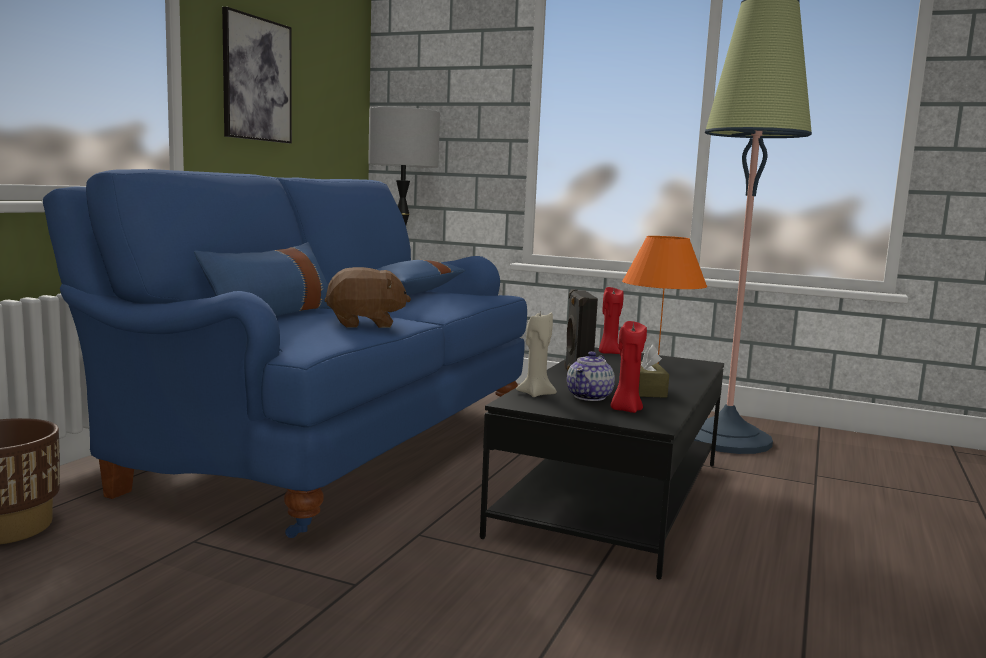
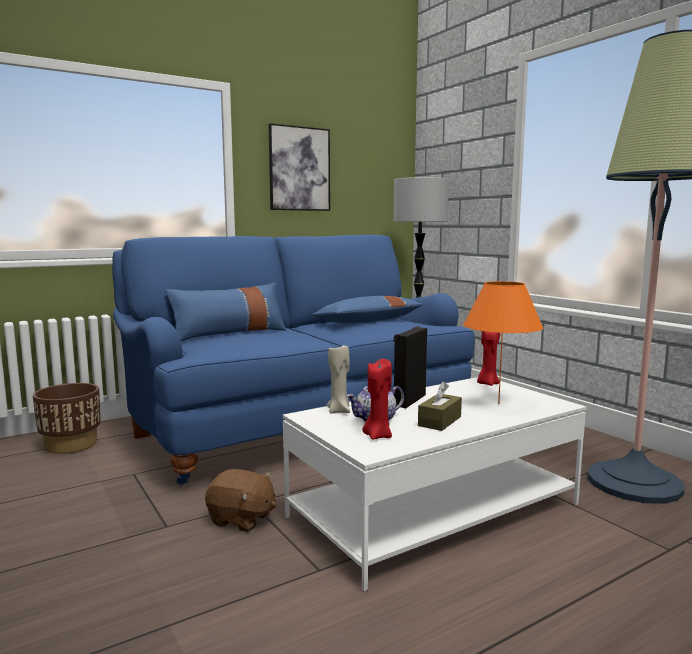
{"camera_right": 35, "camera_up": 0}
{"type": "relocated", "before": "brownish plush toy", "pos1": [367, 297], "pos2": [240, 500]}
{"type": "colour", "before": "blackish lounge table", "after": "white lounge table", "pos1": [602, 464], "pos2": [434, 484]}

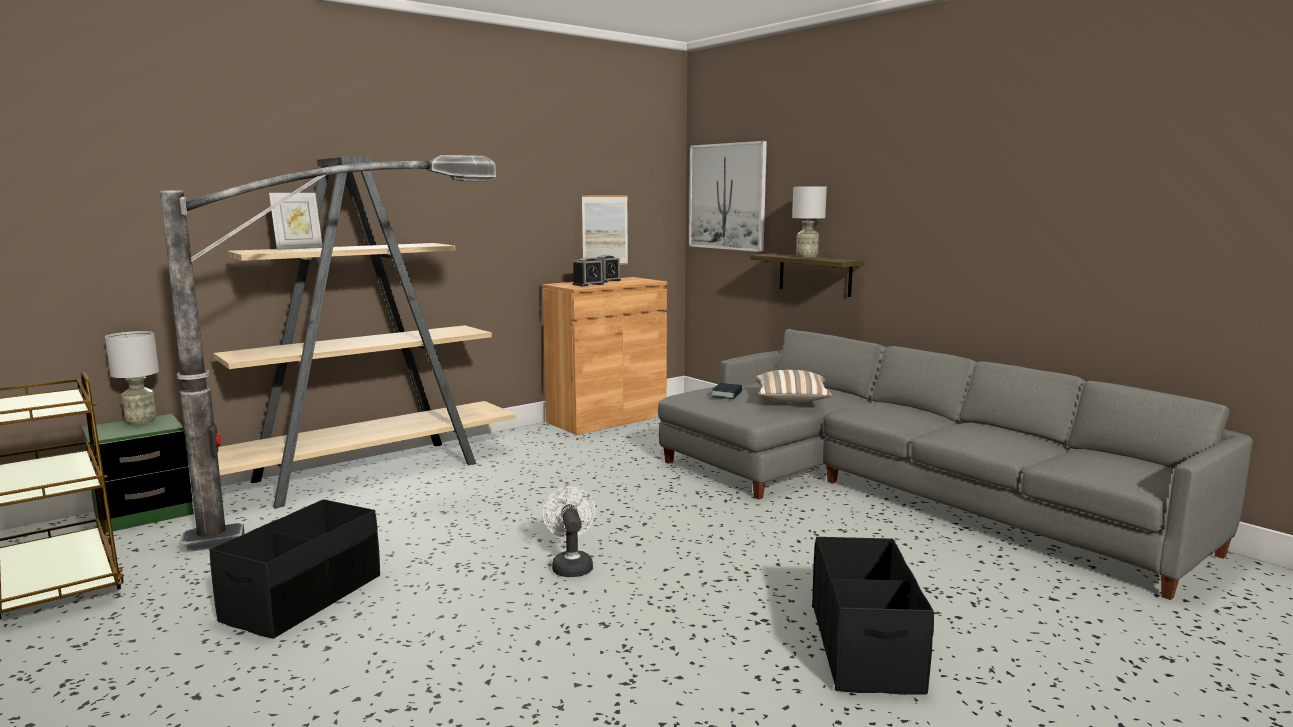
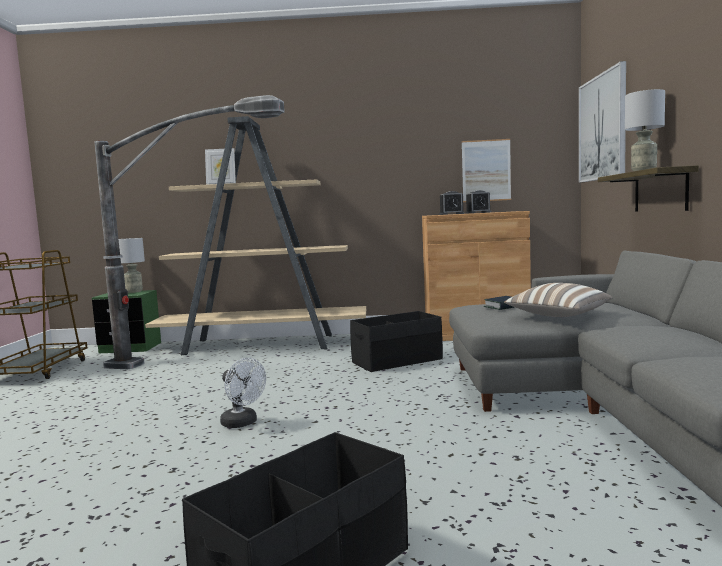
{"camera_right": 40, "camera_up": -5}
{"type": "relocated", "before": "blackish storage box", "pos1": [294, 569], "pos2": [396, 341]}
{"type": "spun", "before": "white cooling fan", "pos1": [568, 532], "pos2": [243, 393], "turn": 105}

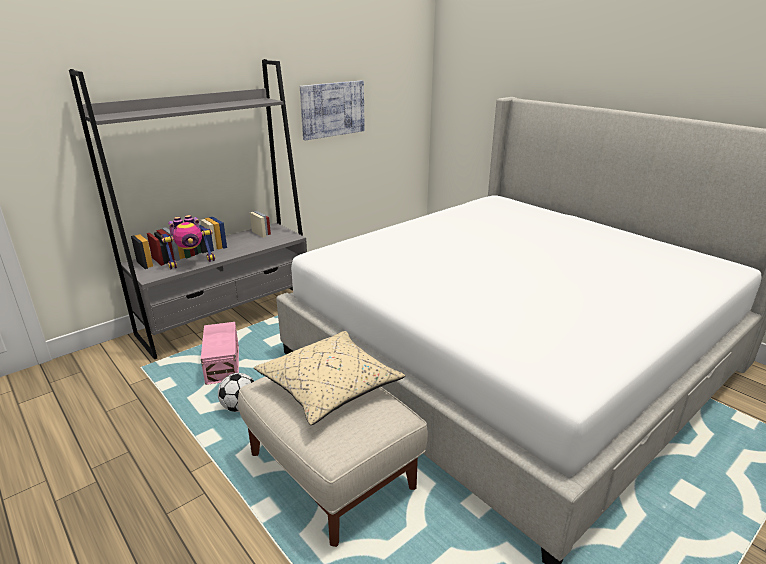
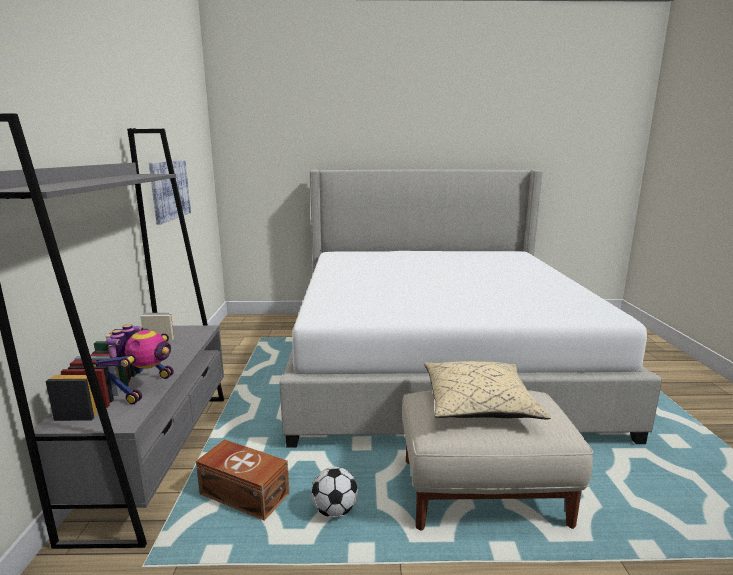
{"camera_right": -50, "camera_up": -10}
{"type": "colour", "before": "pinkish storage box", "after": "brownish storage box", "pos1": [220, 353], "pos2": [243, 480]}

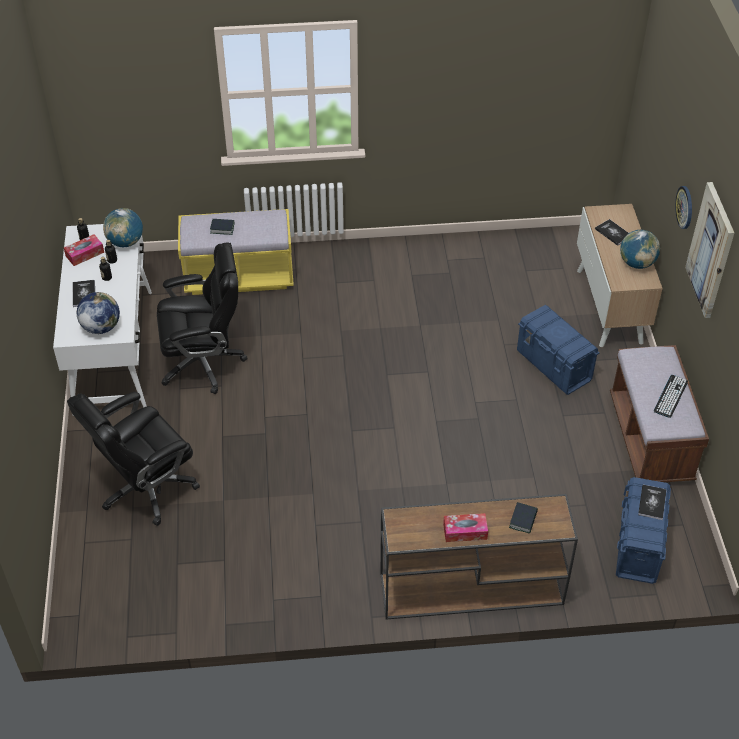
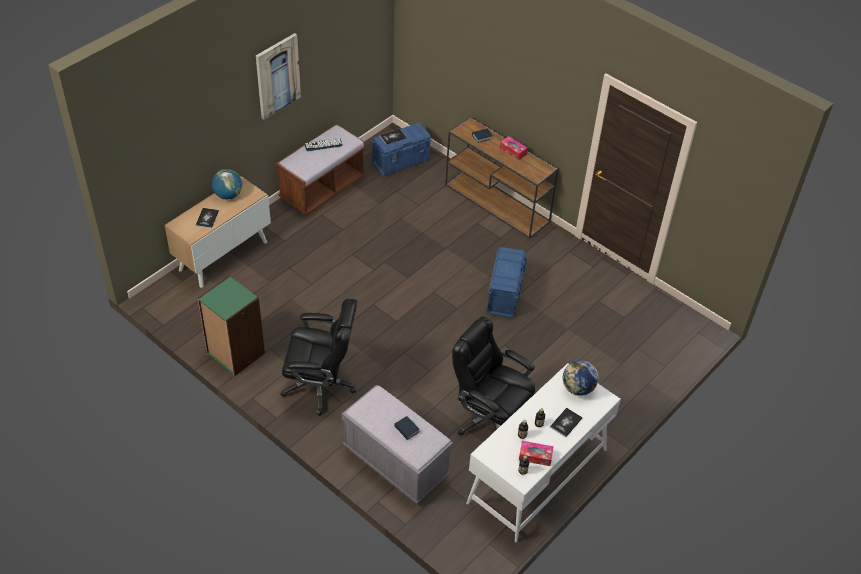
{"camera_right": -135, "camera_up": 0}
{"type": "relocated", "before": "blackish office chair", "pos1": [133, 459], "pos2": [318, 357]}
{"type": "missing", "before": "globe", "pos1": [123, 227]}
{"type": "colour", "before": "yellowish long seat", "after": "grey long seat", "pos1": [236, 252], "pos2": [397, 444]}
{"type": "relocated", "before": "bluish storage box", "pos1": [558, 350], "pos2": [507, 282]}
{"type": "missing", "before": "clock on the wall", "pos1": [683, 207]}
{"type": "appeared", "after": "green bookshelf", "pos2": [231, 326]}

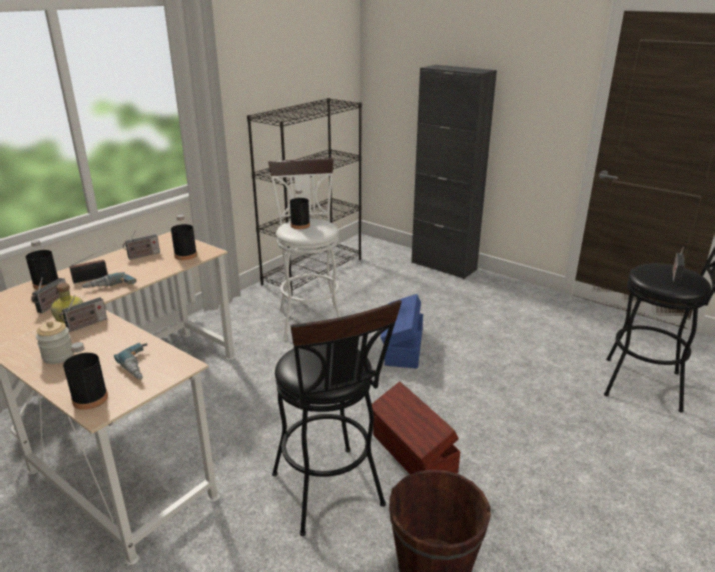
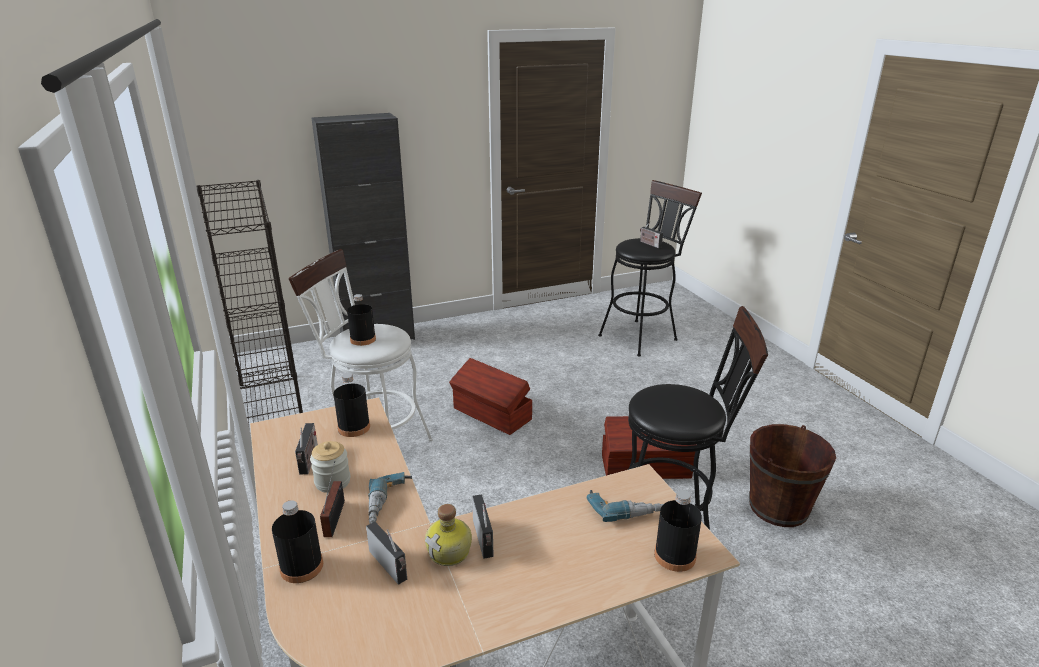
{"camera_right": -60, "camera_up": 0}
{"type": "relocated", "before": "storage jar", "pos1": [55, 342], "pos2": [330, 467]}
{"type": "colour", "before": "bluish storage box", "after": "brownish storage box", "pos1": [401, 331], "pos2": [490, 396]}

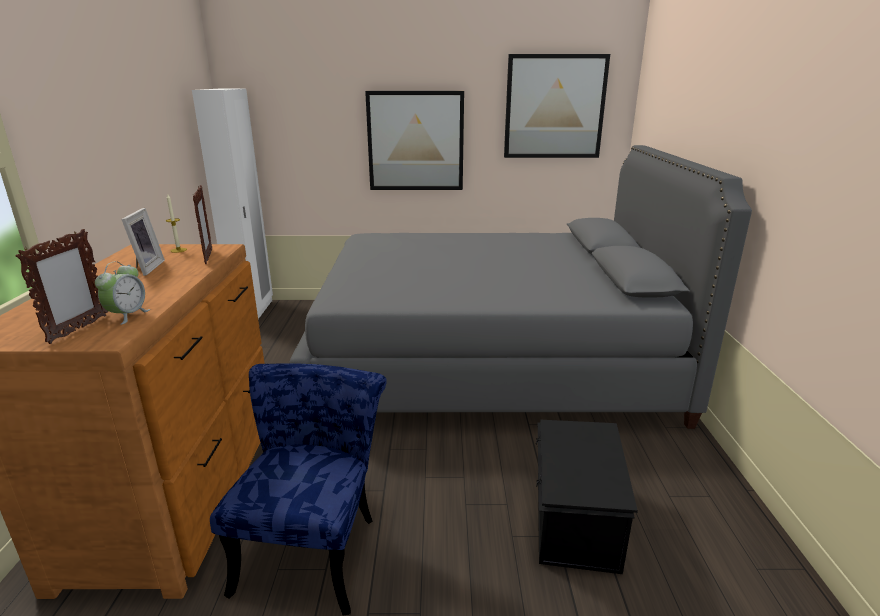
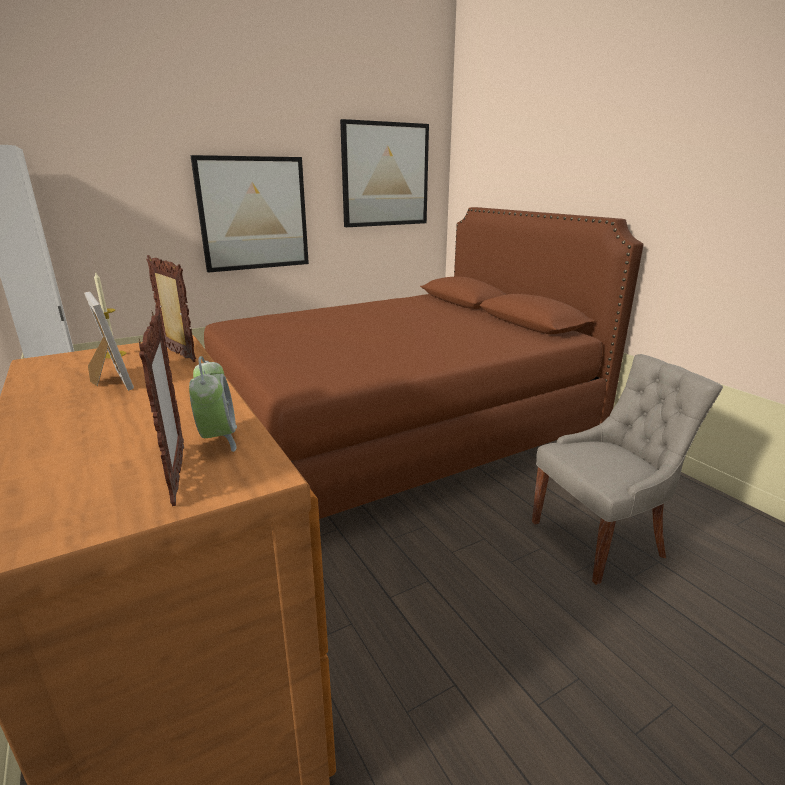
{"camera_right": -30, "camera_up": 0}
{"type": "missing", "before": "bluish chair", "pos1": [298, 489]}
{"type": "colour", "before": "grey sleeping bed", "after": "brownish sleeping bed", "pos1": [521, 287], "pos2": [423, 363]}
{"type": "exchanged", "before": "blackish storage box", "after": "grey chair", "pos1": [587, 496], "pos2": [627, 469]}

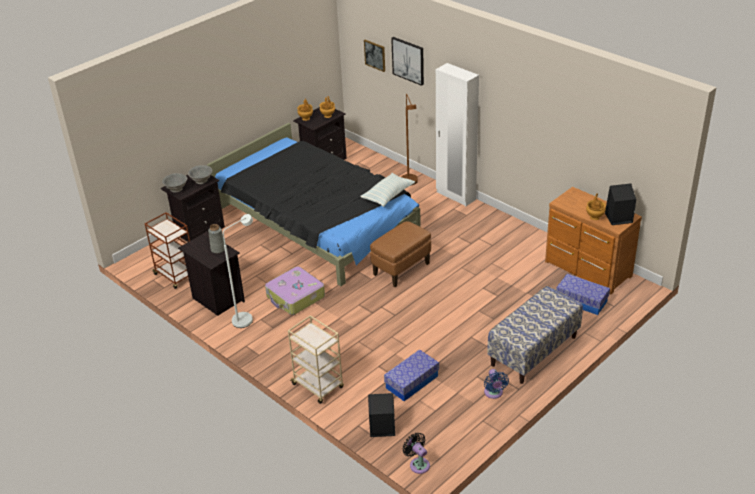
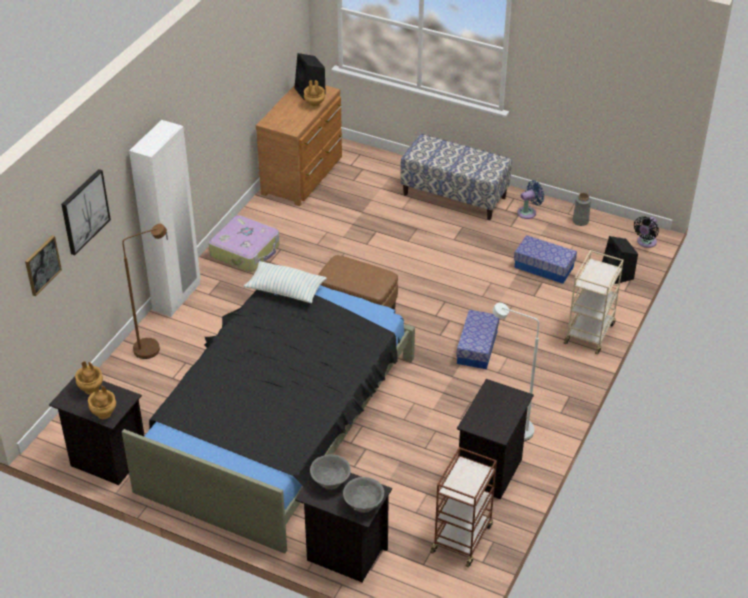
{"camera_right": -110, "camera_up": 5}
{"type": "relocated", "before": "grey decorative vase", "pos1": [216, 238], "pos2": [582, 209]}
{"type": "relocated", "before": "piece of luggage", "pos1": [295, 291], "pos2": [244, 243]}
{"type": "relocated", "before": "storage box", "pos1": [583, 294], "pos2": [477, 339]}

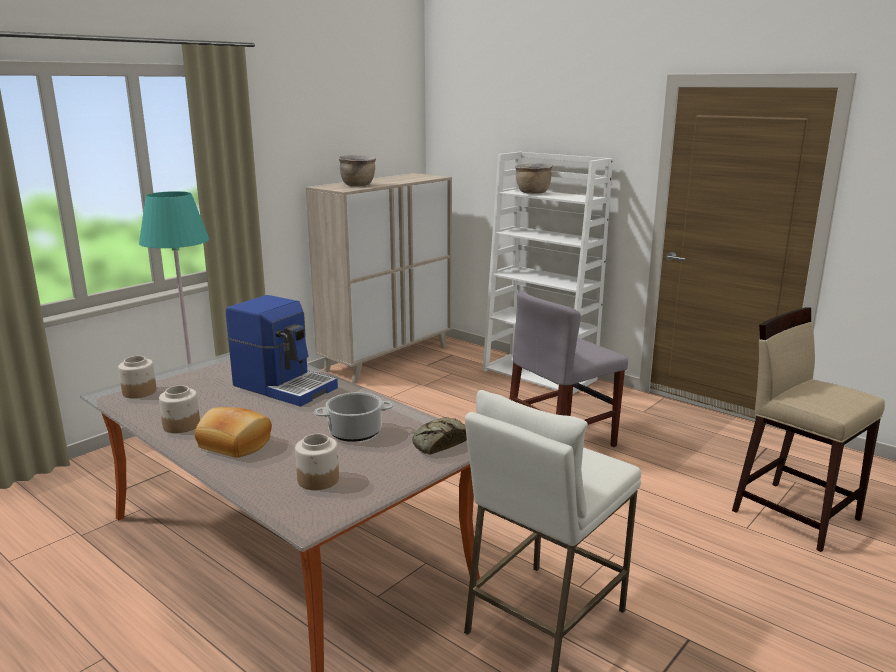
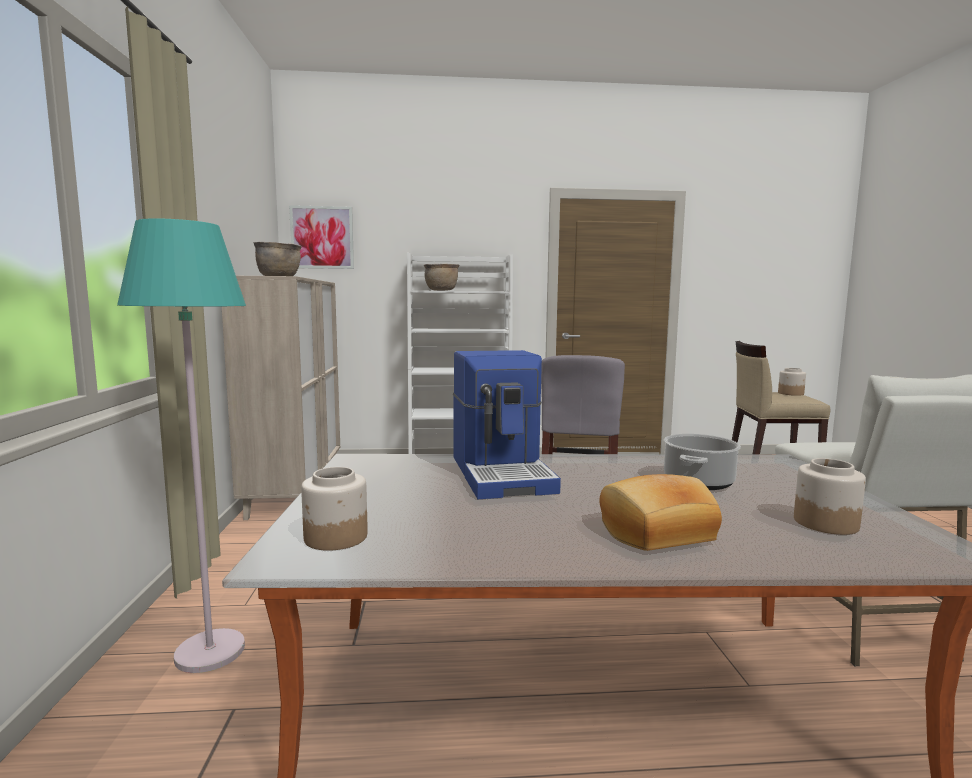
{"camera_right": -45, "camera_up": -10}
{"type": "relocated", "before": "storage jar", "pos1": [179, 409], "pos2": [792, 382]}
{"type": "spun", "before": "coffee brewer", "pos1": [282, 350], "pos2": [507, 424], "turn": 90}
{"type": "missing", "before": "bakery bread", "pos1": [439, 436]}
{"type": "appeared", "after": "wall art", "pos2": [321, 237]}

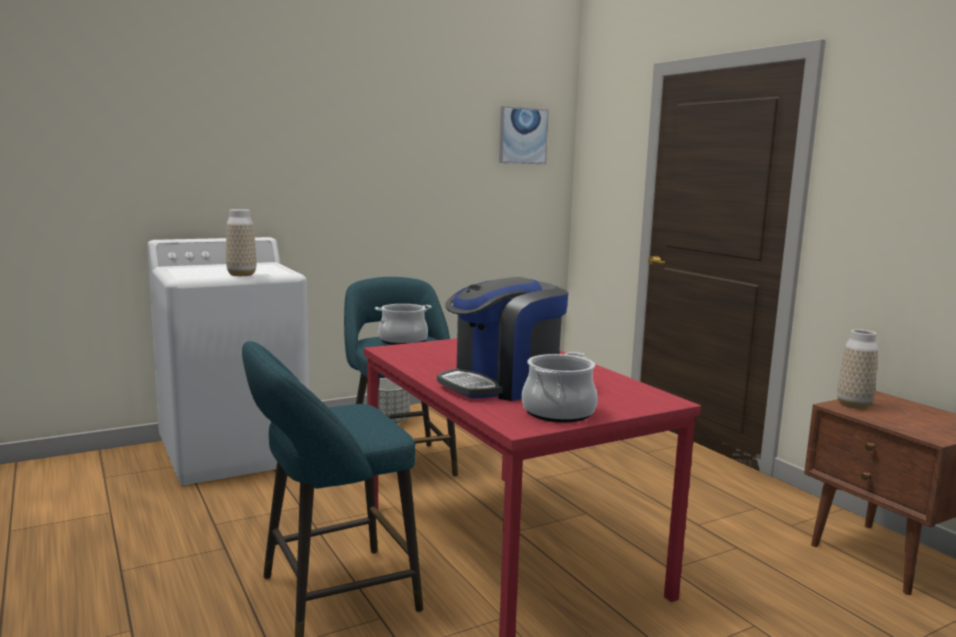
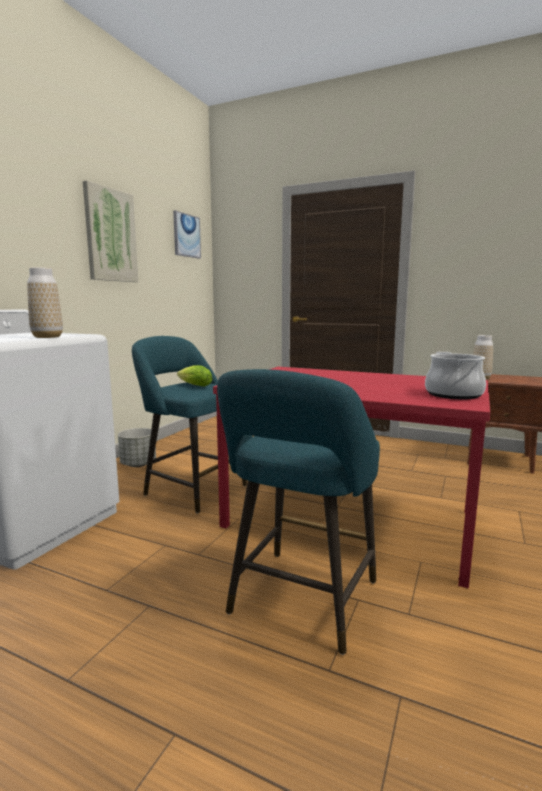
{"camera_right": -35, "camera_up": 0}
{"type": "exchanged", "before": "saucepot", "after": "lettuce", "pos1": [403, 324], "pos2": [194, 375]}
{"type": "missing", "before": "coffee brewer", "pos1": [502, 339]}
{"type": "appeared", "after": "wall art", "pos2": [110, 231]}

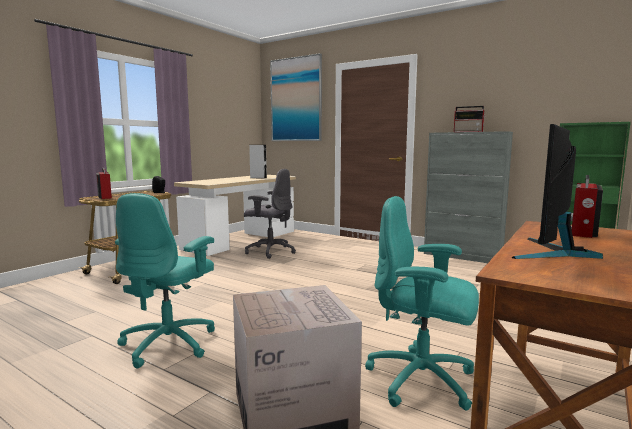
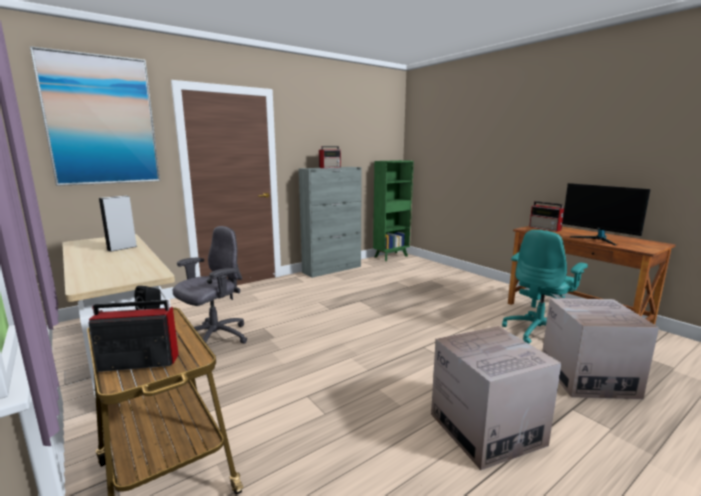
{"camera_right": -70, "camera_up": 5}
{"type": "exchanged", "before": "turquoise office chair", "after": "packing box", "pos1": [165, 281], "pos2": [496, 398]}

